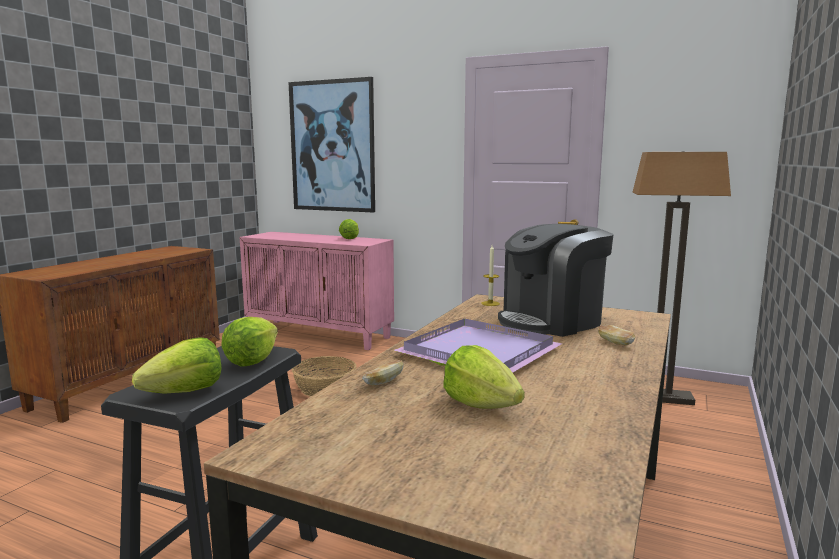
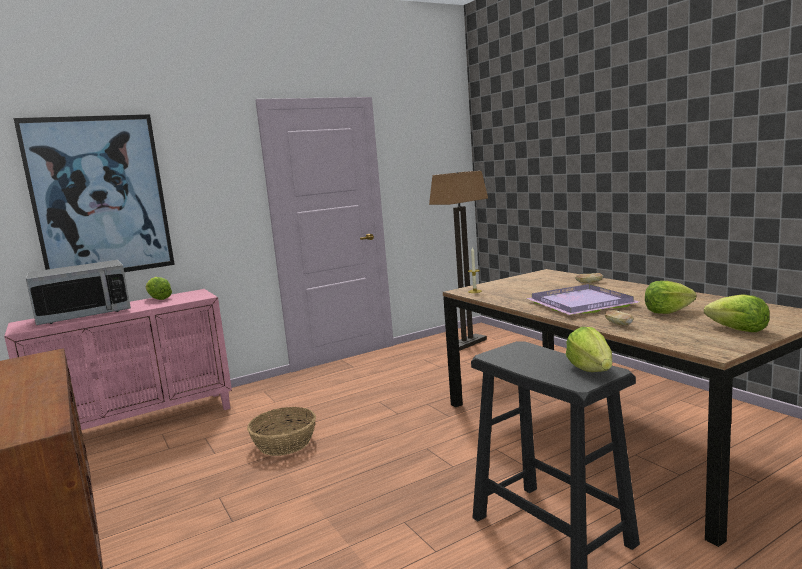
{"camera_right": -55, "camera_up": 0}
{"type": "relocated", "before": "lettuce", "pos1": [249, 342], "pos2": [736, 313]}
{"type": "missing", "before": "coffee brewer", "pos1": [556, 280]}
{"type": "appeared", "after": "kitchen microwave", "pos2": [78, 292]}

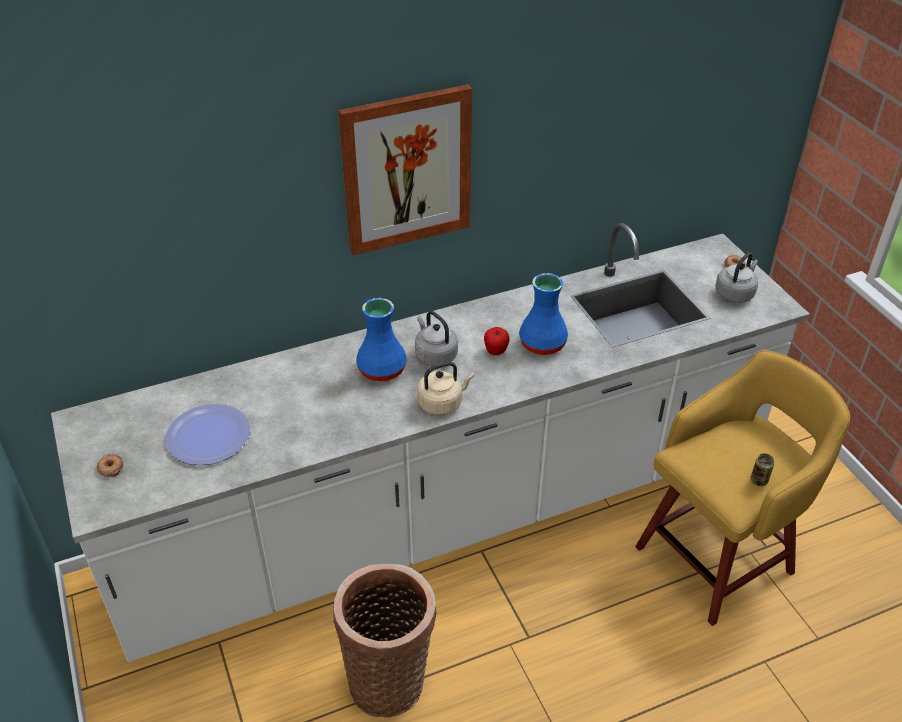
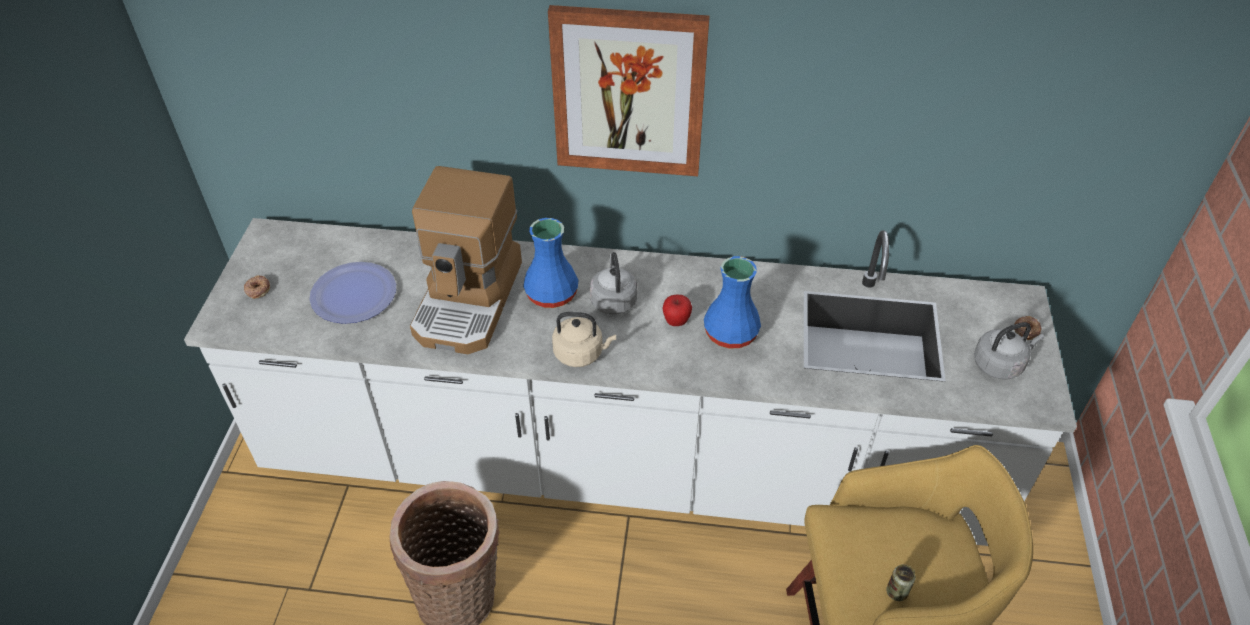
{"camera_right": 30, "camera_up": 5}
{"type": "appeared", "after": "coffee brewer", "pos2": [466, 260]}

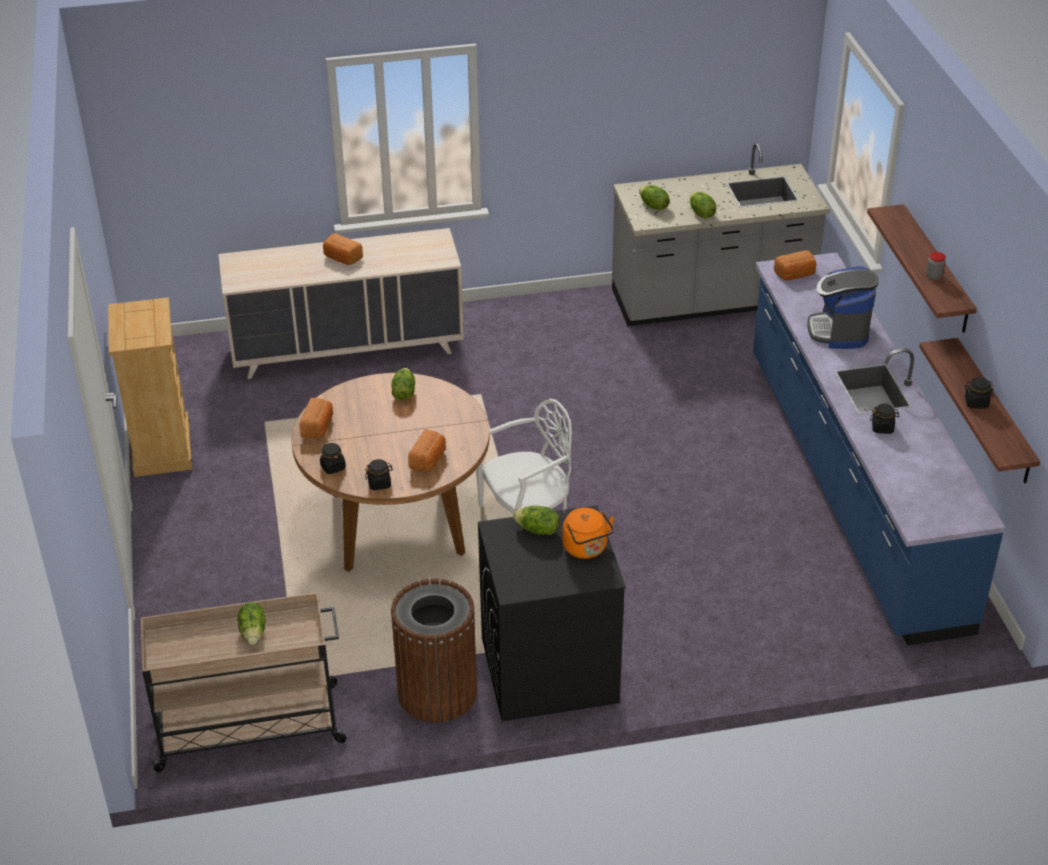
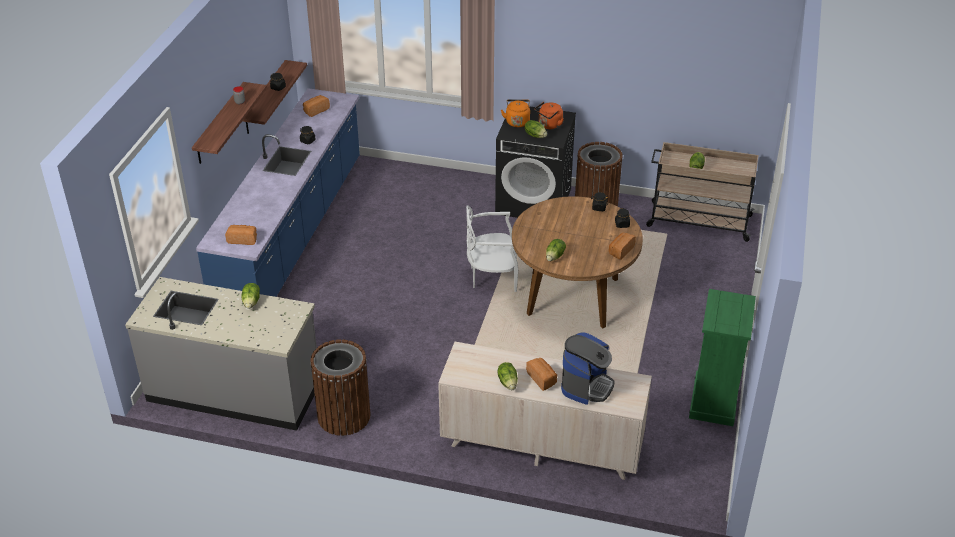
{"camera_right": -155, "camera_up": 0}
{"type": "colour", "before": "sand-coloured drawer chest", "after": "green drawer chest", "pos1": [150, 387], "pos2": [722, 357]}
{"type": "relocated", "before": "bakery bread", "pos1": [427, 450], "pos2": [316, 106]}
{"type": "relocated", "before": "lettuce", "pos1": [654, 197], "pos2": [507, 376]}
{"type": "relocated", "before": "coffee brewer", "pos1": [843, 307], "pos2": [588, 368]}
{"type": "appeared", "after": "brownish rubbish bin", "pos2": [340, 387]}
{"type": "appeared", "after": "orange-coloured kettle", "pos2": [549, 115]}

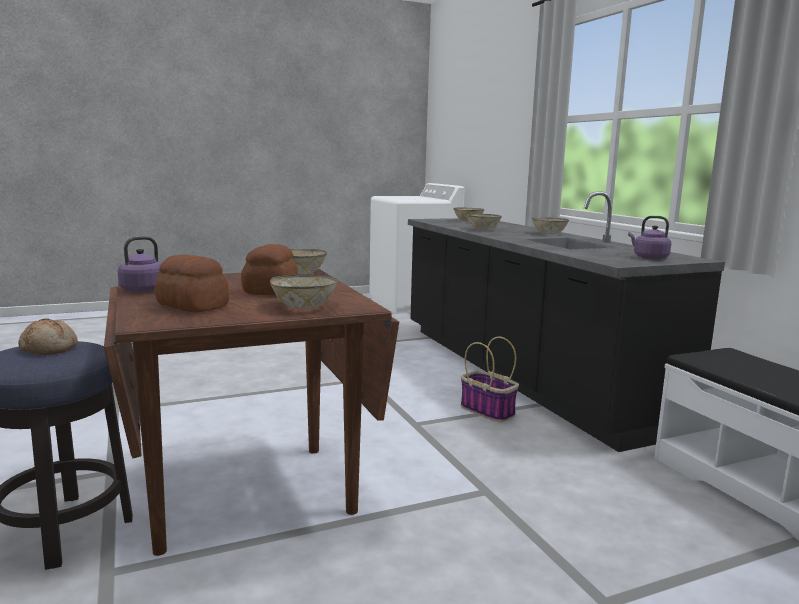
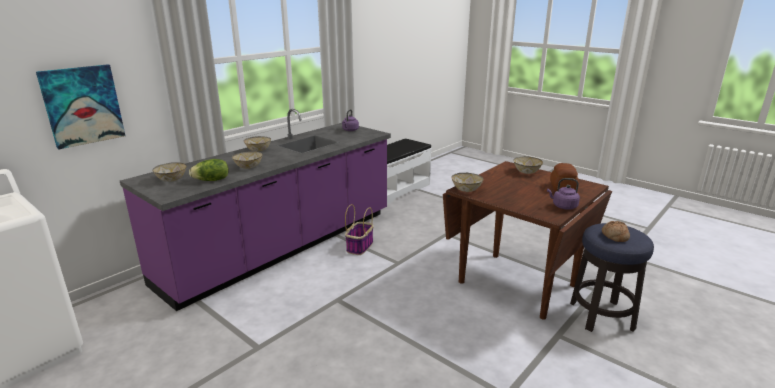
{"camera_right": -115, "camera_up": 10}
{"type": "missing", "before": "bakery bread", "pos1": [269, 269]}
{"type": "colour", "before": "blackish kitchen base unit", "after": "purple kitchen base unit", "pos1": [566, 321], "pos2": [255, 210]}
{"type": "appeared", "after": "wall art", "pos2": [80, 106]}
{"type": "appeared", "after": "lettuce", "pos2": [209, 170]}

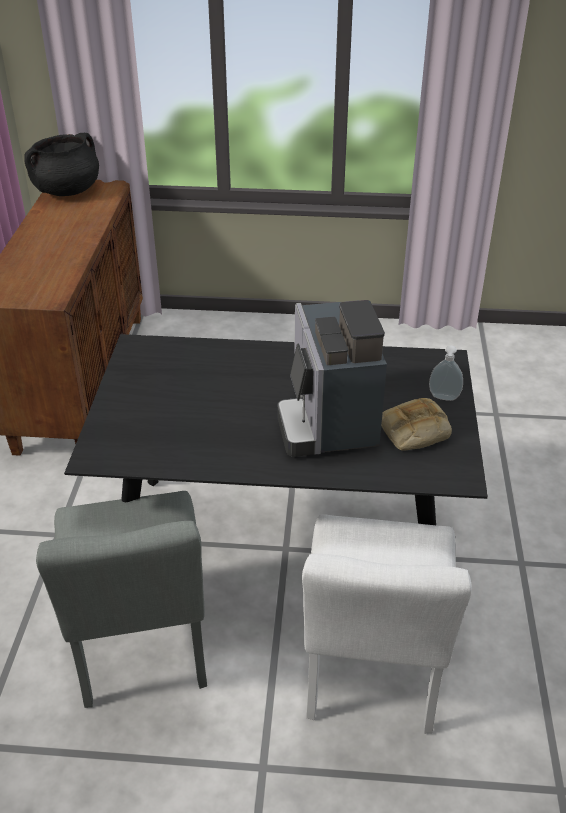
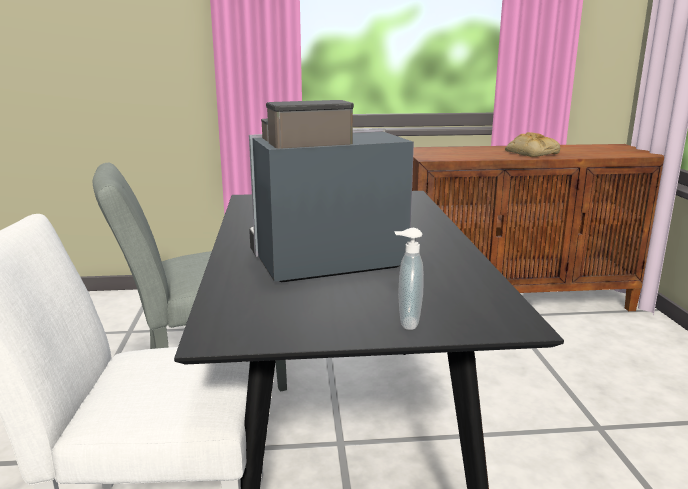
{"camera_right": 80, "camera_up": -20}
{"type": "missing", "before": "blackish saucepot", "pos1": [61, 164]}
{"type": "relocated", "before": "bakery bread", "pos1": [416, 424], "pos2": [532, 144]}

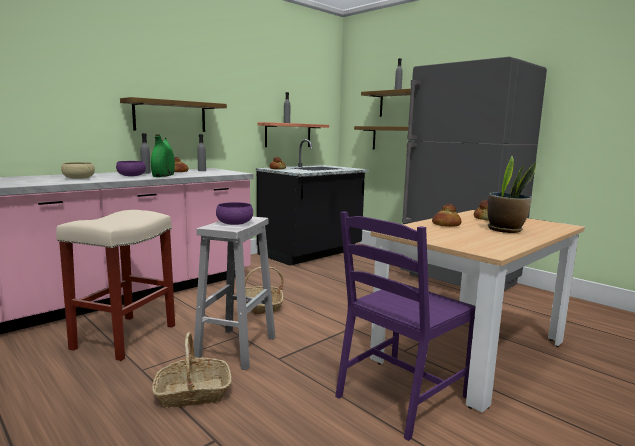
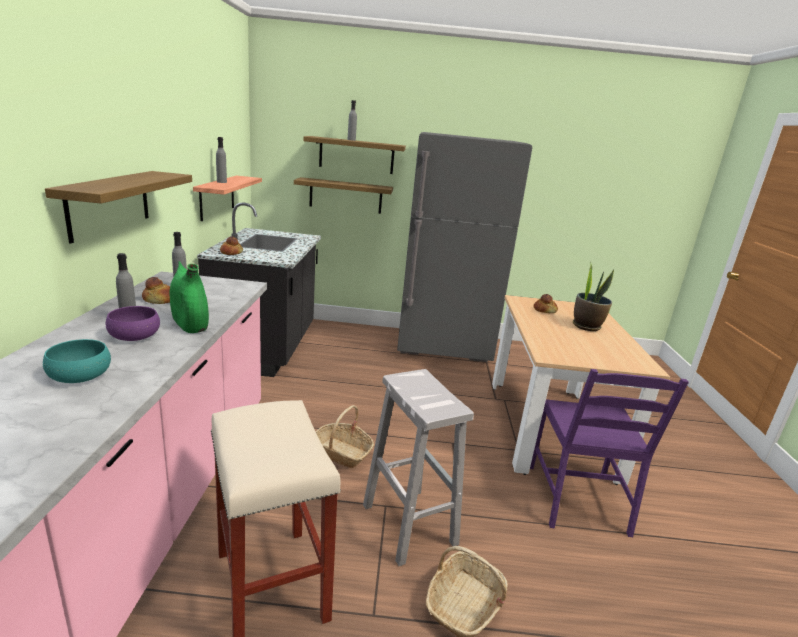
{"camera_right": -45, "camera_up": 10}
{"type": "colour", "before": "sand-coloured deep dish", "after": "turquoise deep dish", "pos1": [78, 170], "pos2": [77, 361]}
{"type": "missing", "before": "purple deep dish", "pos1": [234, 213]}
{"type": "missing", "before": "bakery bread", "pos1": [446, 215]}

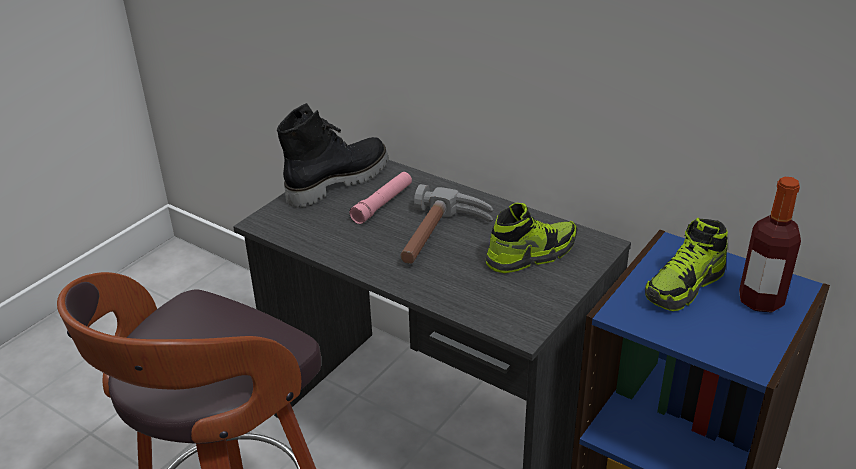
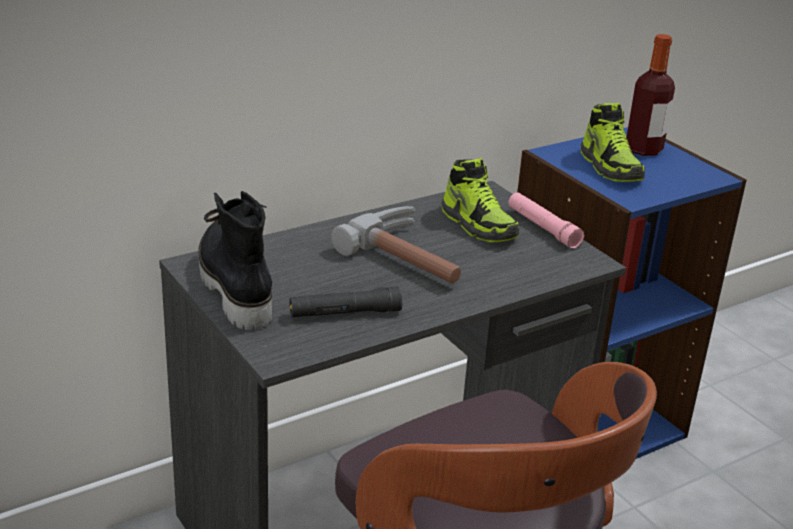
{"camera_right": -70, "camera_up": -5}
{"type": "relocated", "before": "pinkish flashlight", "pos1": [380, 198], "pos2": [546, 220]}
{"type": "spun", "before": "low shoe", "pos1": [532, 238], "pos2": [480, 200], "turn": 150}
{"type": "appeared", "after": "blackish flashlight", "pos2": [346, 301]}

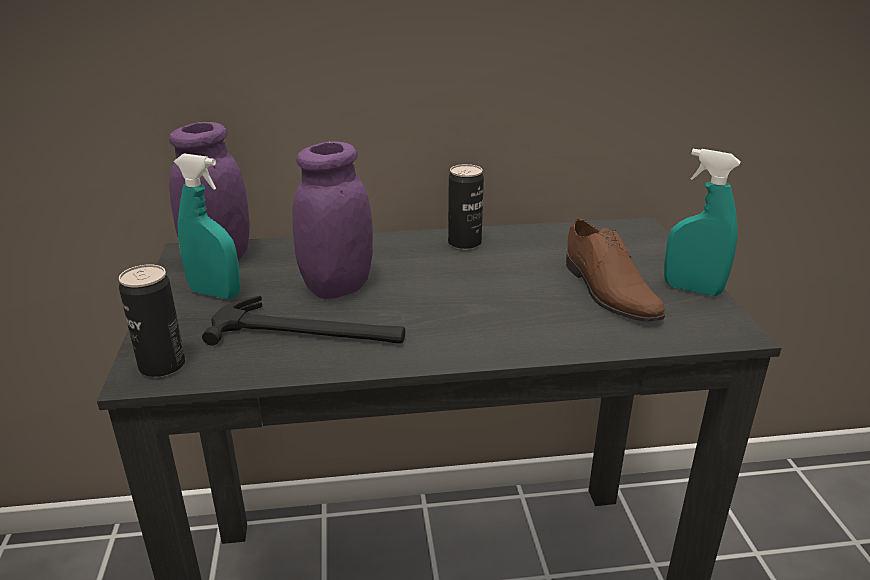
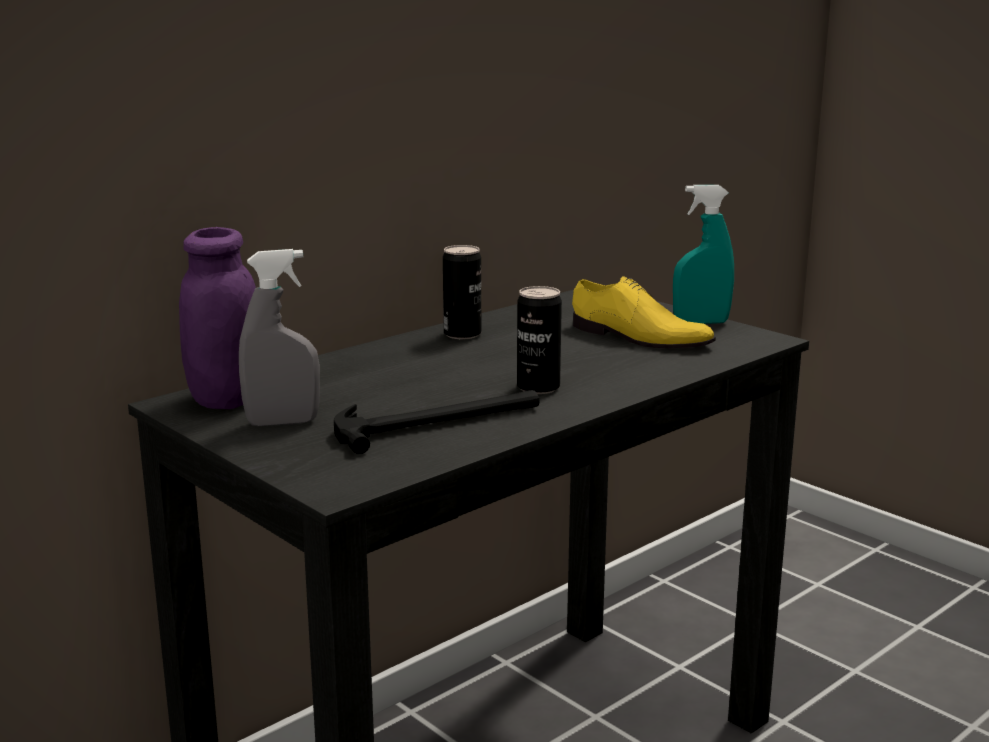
{"camera_right": -35, "camera_up": -10}
{"type": "relocated", "before": "can", "pos1": [152, 320], "pos2": [539, 340]}
{"type": "colour", "before": "turquoise sprayer", "after": "grey sprayer", "pos1": [207, 226], "pos2": [279, 337]}
{"type": "missing", "before": "purple storage jar", "pos1": [333, 220]}
{"type": "colour", "before": "brownish low shoe", "after": "yellowish low shoe", "pos1": [615, 270], "pos2": [644, 312]}

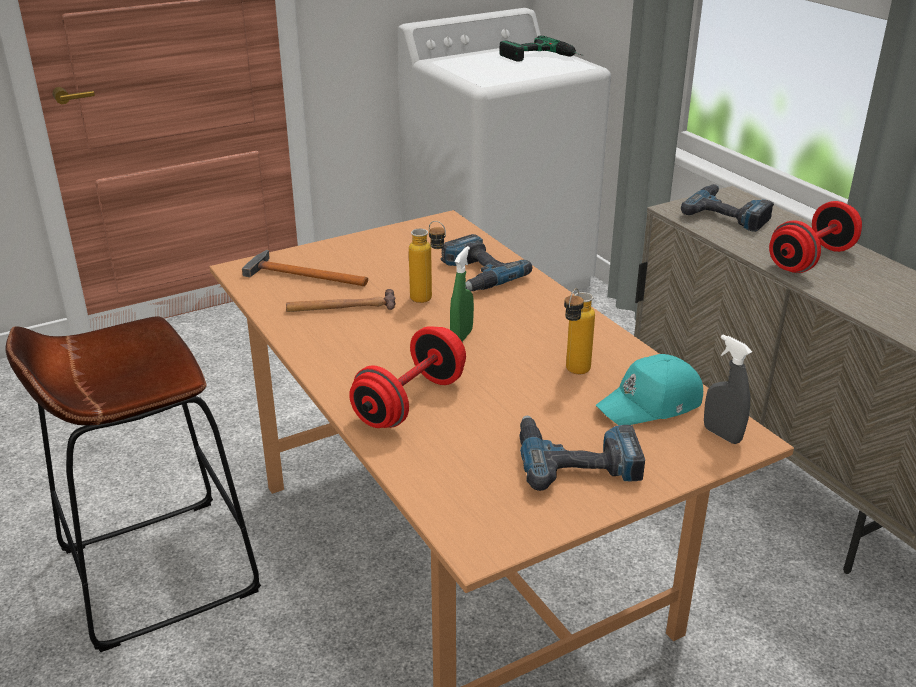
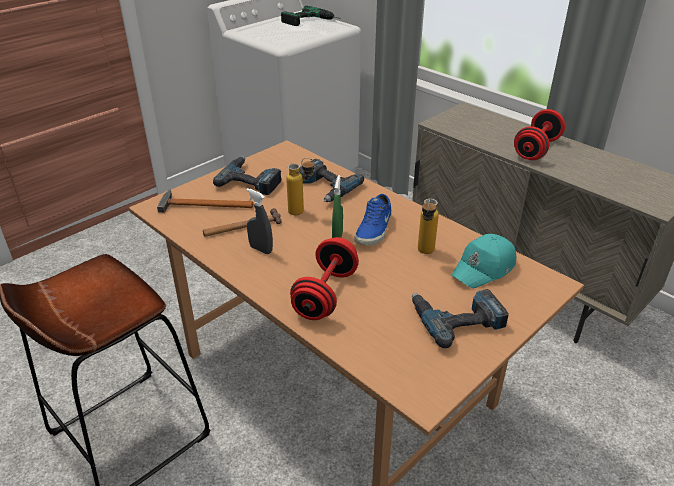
{"camera_right": -15, "camera_up": 5}
{"type": "relocated", "before": "electric drill", "pos1": [727, 208], "pos2": [247, 175]}
{"type": "relocated", "before": "grey sprayer", "pos1": [728, 389], "pos2": [259, 221]}
{"type": "appeared", "after": "bluish low shoe", "pos2": [372, 220]}

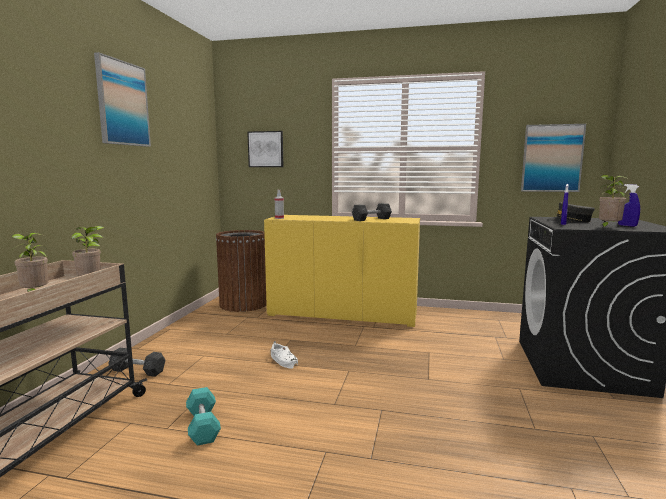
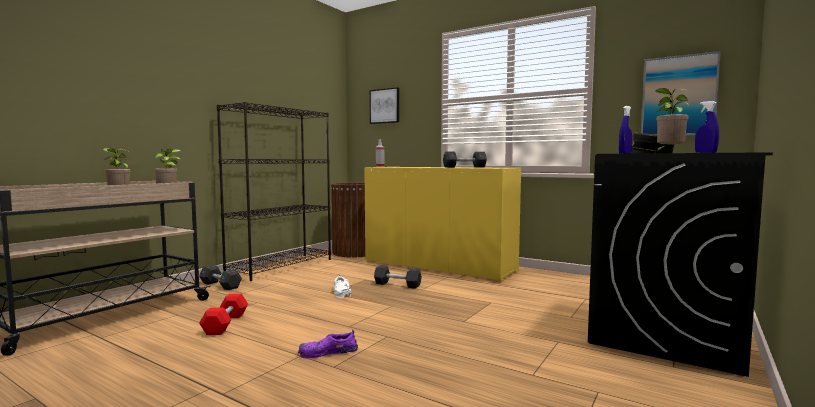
{"camera_right": 20, "camera_up": -5}
{"type": "missing", "before": "wall art", "pos1": [122, 99]}
{"type": "colour", "before": "turquoise free weight", "after": "red free weight", "pos1": [203, 416], "pos2": [223, 314]}
{"type": "appeared", "after": "blackish bookshelf", "pos2": [273, 191]}
{"type": "appeared", "after": "purple low shoe", "pos2": [328, 344]}
{"type": "appeared", "after": "grey free weight", "pos2": [398, 277]}

